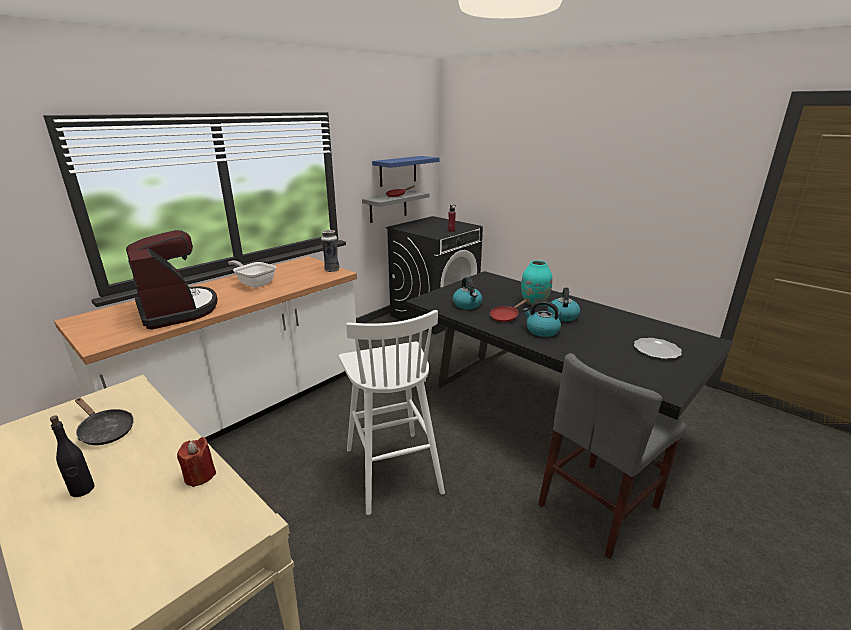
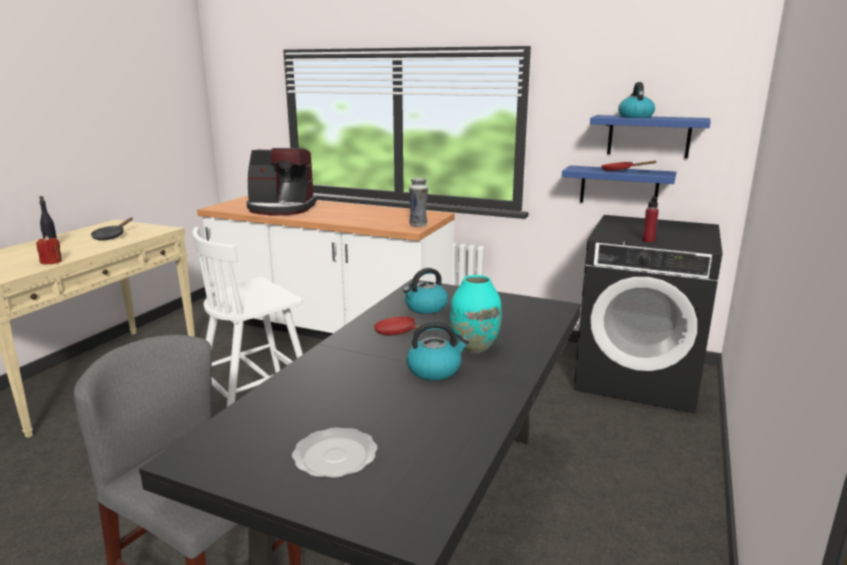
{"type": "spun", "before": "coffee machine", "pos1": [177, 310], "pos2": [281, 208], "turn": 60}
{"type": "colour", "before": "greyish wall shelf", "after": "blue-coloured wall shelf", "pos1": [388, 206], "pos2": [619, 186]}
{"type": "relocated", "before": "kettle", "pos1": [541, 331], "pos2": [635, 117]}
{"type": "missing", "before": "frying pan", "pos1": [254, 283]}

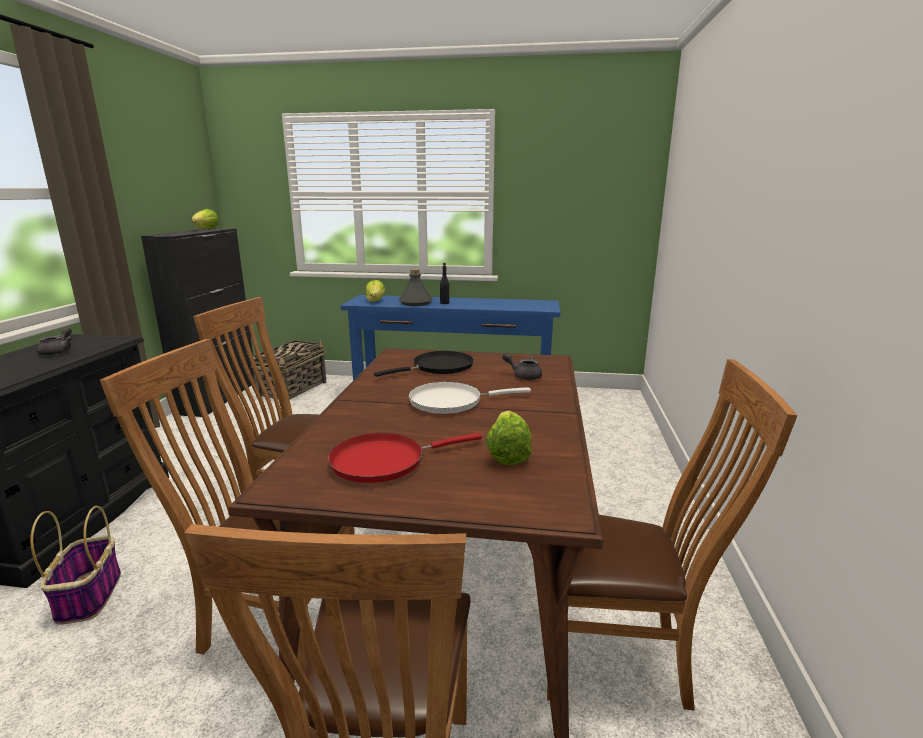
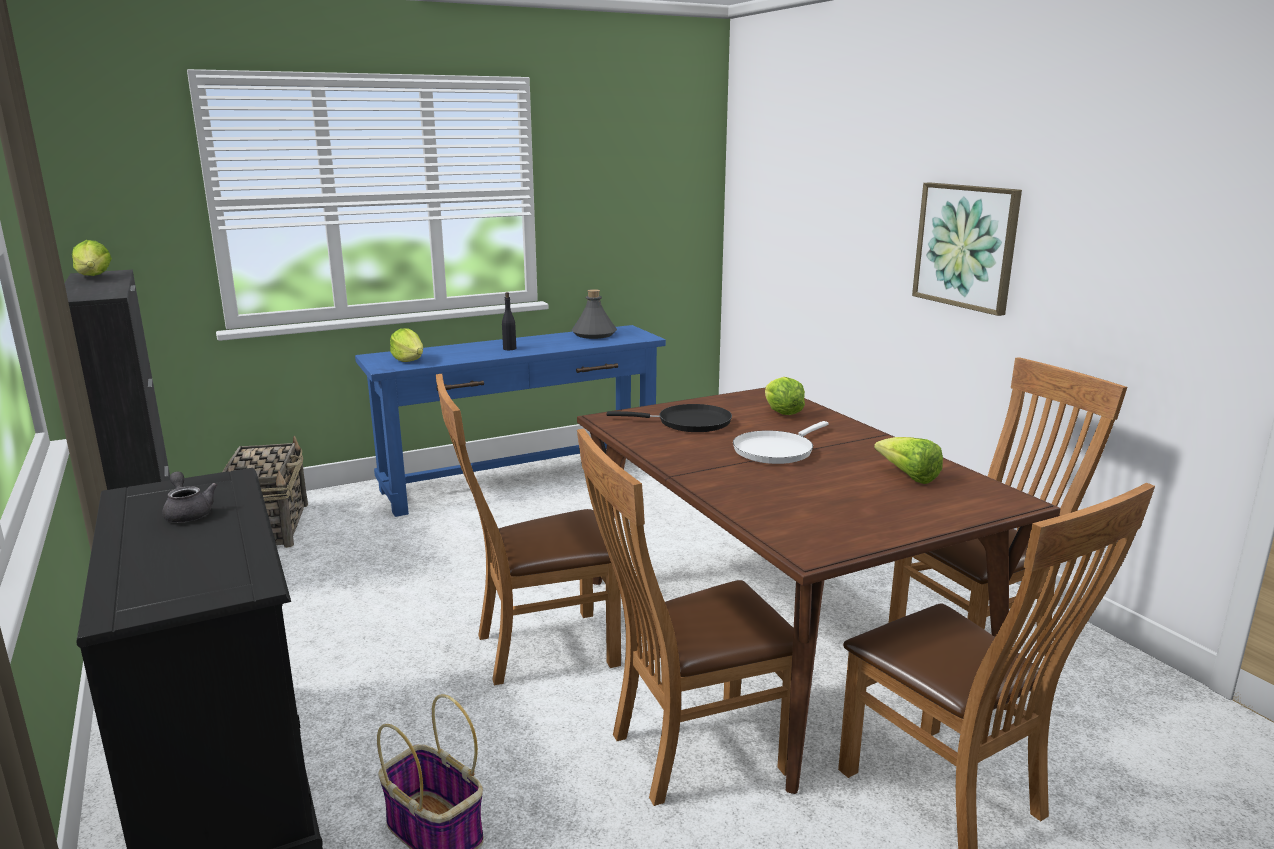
{"type": "relocated", "before": "greyish drink bottle", "pos1": [416, 303], "pos2": [594, 334]}
{"type": "spun", "before": "blackish frying pan", "pos1": [439, 367], "pos2": [688, 423], "turn": 75}
{"type": "exchanged", "before": "greyish tea pot", "after": "lettuce", "pos1": [523, 376], "pos2": [782, 413]}
{"type": "appeared", "after": "picture", "pos2": [966, 246]}
{"type": "missing", "before": "reddish frying pan", "pos1": [384, 461]}

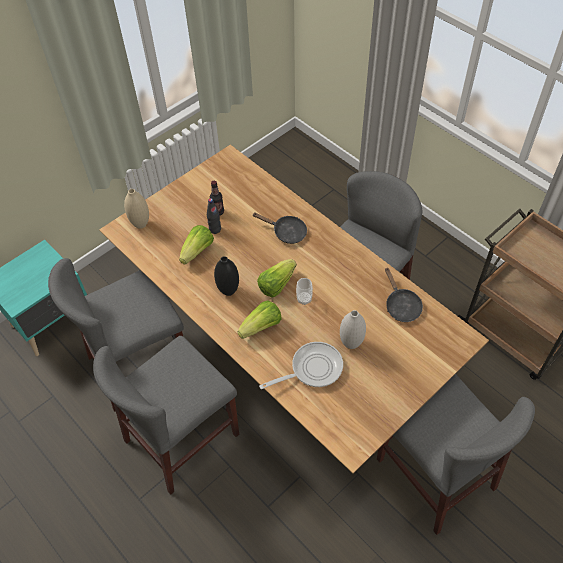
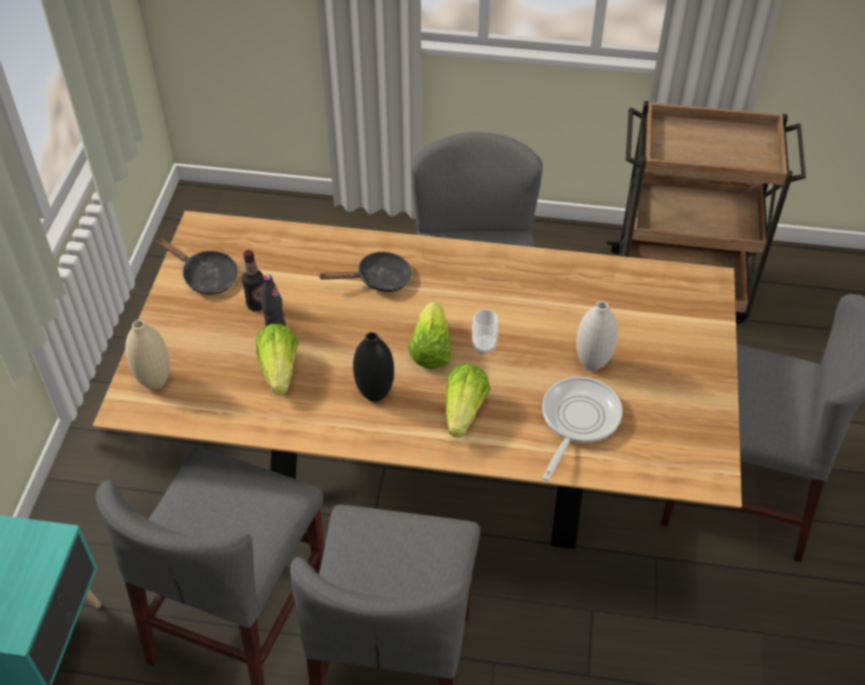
{"type": "relocated", "before": "blackish frying pan", "pos1": [401, 305], "pos2": [206, 276]}

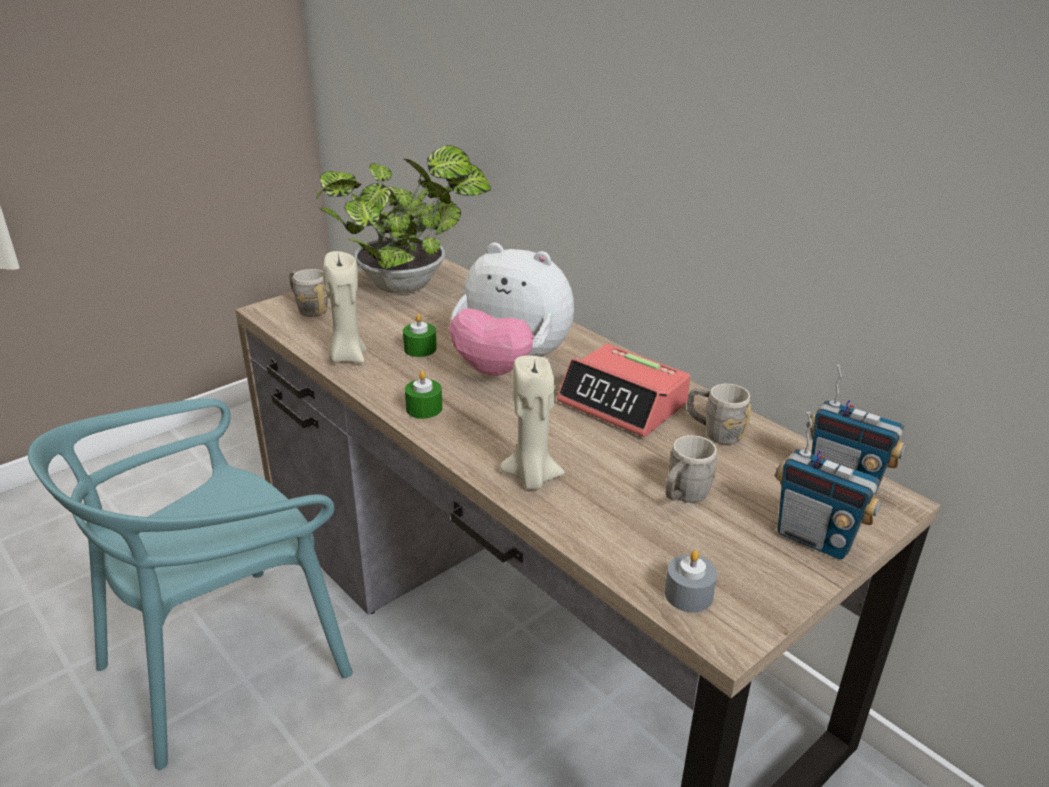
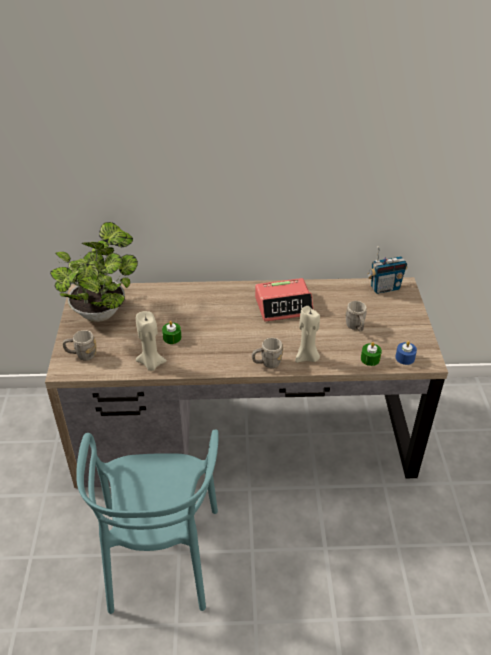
{"type": "relocated", "before": "greyish tea mug", "pos1": [714, 432], "pos2": [267, 363]}
{"type": "relocated", "before": "greenish wax candle", "pos1": [424, 408], "pos2": [370, 359]}
{"type": "colour", "before": "greyish wax candle", "after": "blue-coloured wax candle", "pos1": [688, 594], "pos2": [405, 358]}
{"type": "missing", "before": "soft toy", "pos1": [509, 366]}
{"type": "missing", "before": "radio", "pos1": [815, 538]}

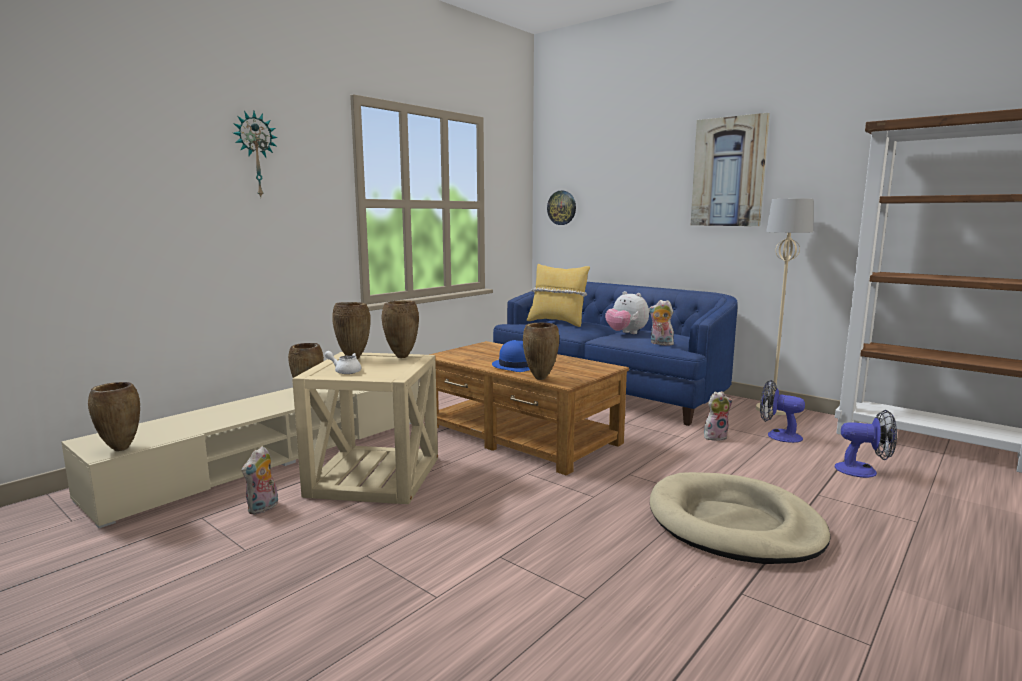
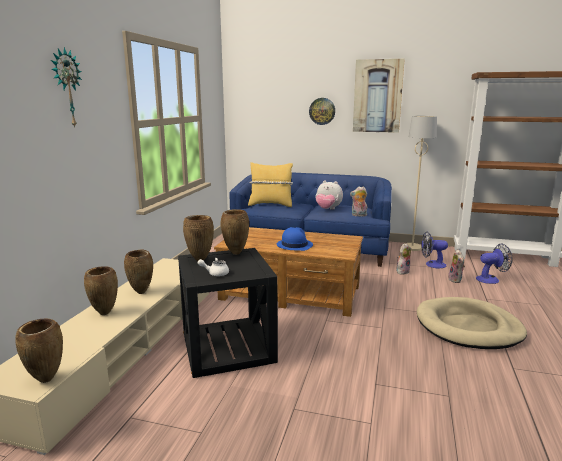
{"type": "relocated", "before": "brown flower vase", "pos1": [540, 379], "pos2": [104, 314]}
{"type": "colour", "before": "sand-coloured accent table", "after": "blackish accent table", "pos1": [374, 477], "pos2": [227, 347]}
{"type": "relocated", "before": "clock on the wall", "pos1": [562, 207], "pos2": [322, 111]}
{"type": "relocated", "before": "soft toy", "pos1": [263, 508], "pos2": [456, 280]}

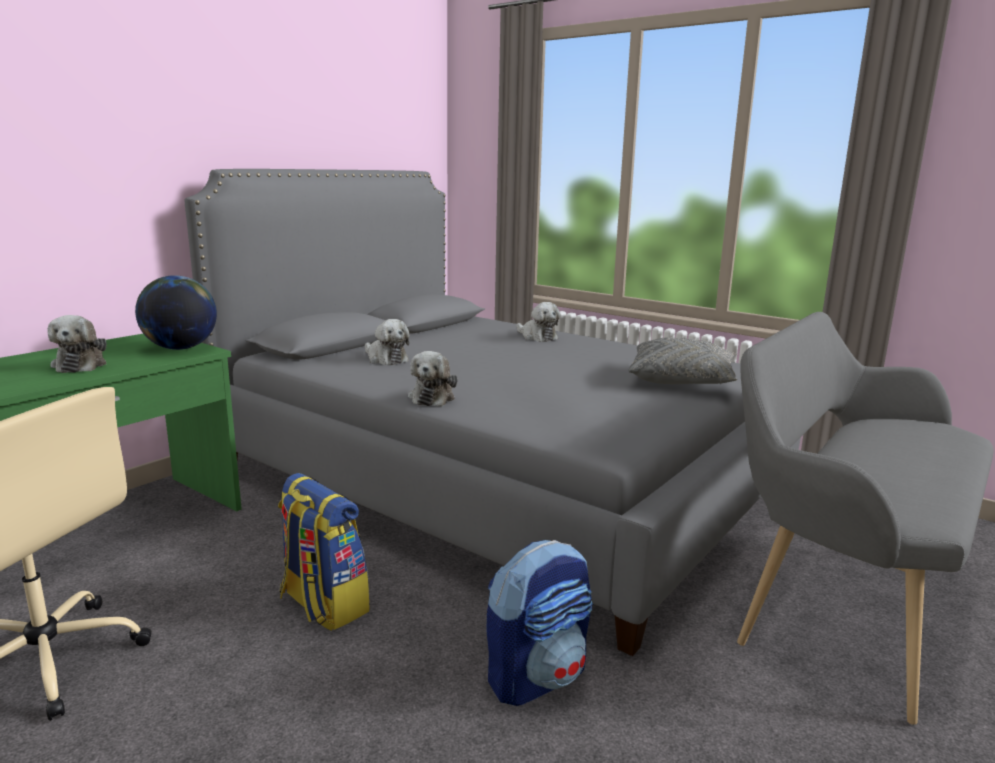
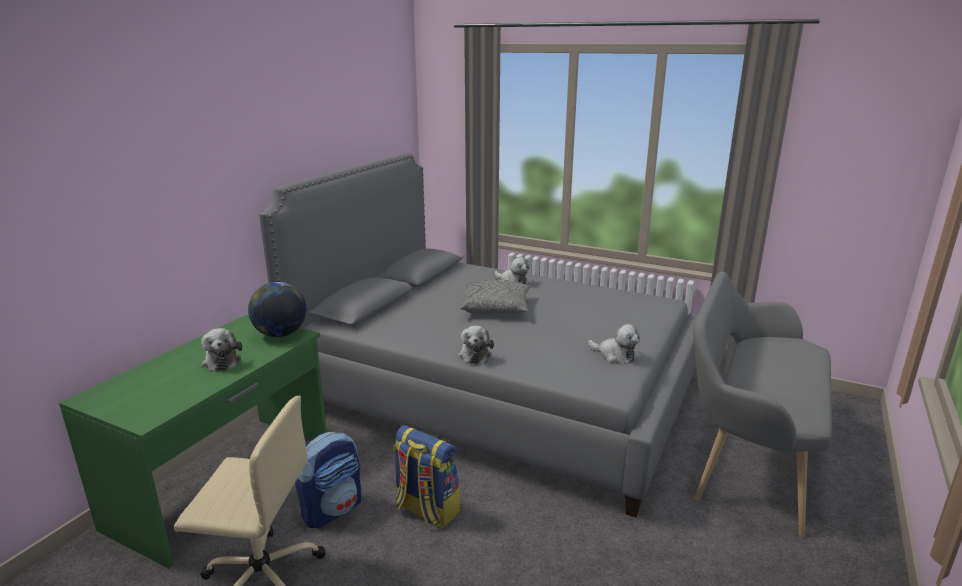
{"type": "relocated", "before": "rucksack", "pos1": [537, 676], "pos2": [333, 509]}
{"type": "relocated", "before": "greyish cushion", "pos1": [681, 381], "pos2": [496, 308]}
{"type": "relocated", "before": "soft toy", "pos1": [385, 359], "pos2": [615, 355]}

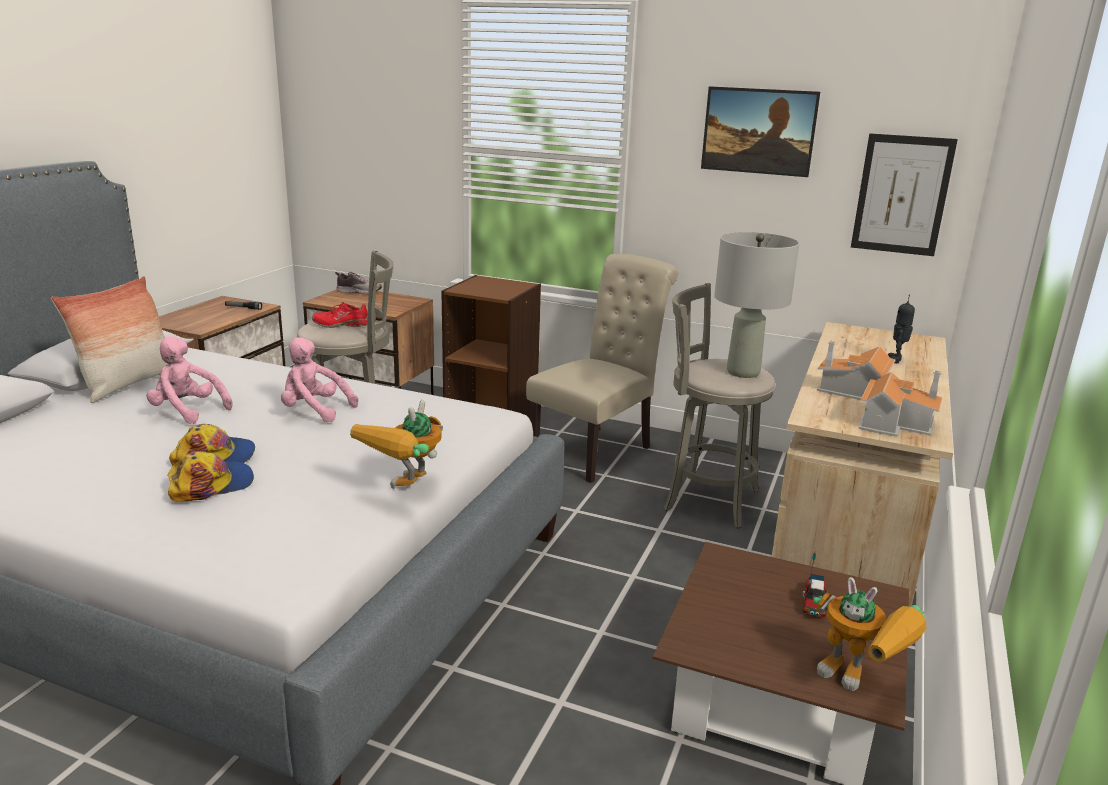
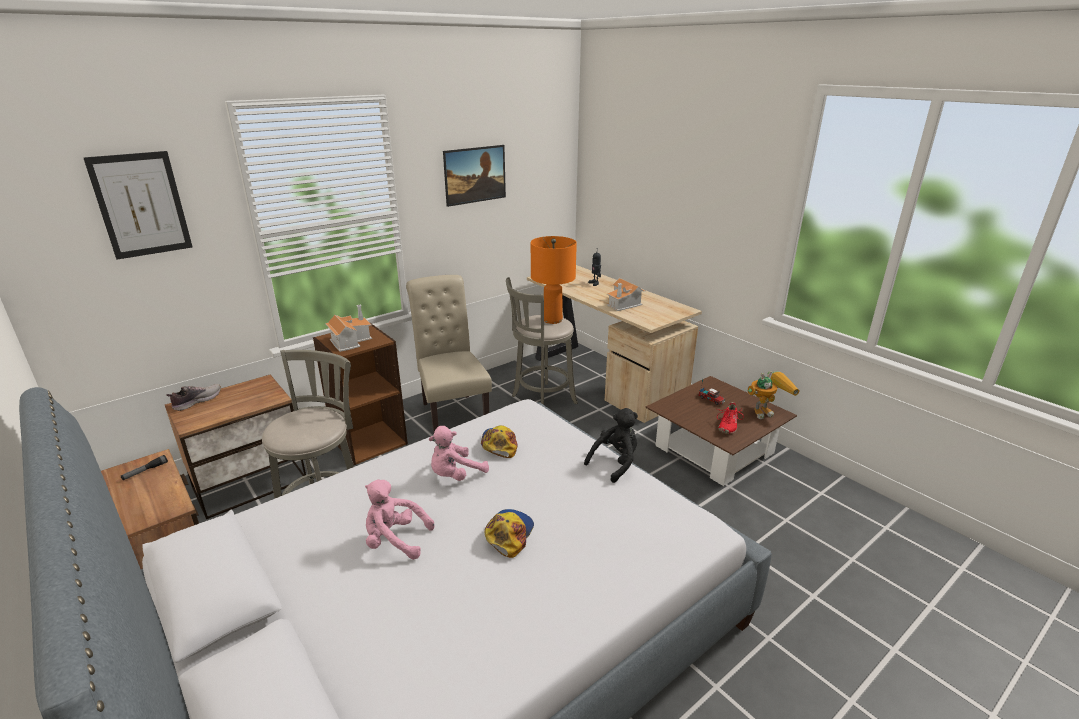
{"type": "relocated", "before": "picture", "pos1": [902, 195], "pos2": [141, 205]}
{"type": "relocated", "before": "model house", "pos1": [894, 423], "pos2": [350, 340]}
{"type": "spun", "before": "pinkish soft toy", "pos1": [187, 411], "pos2": [395, 540], "turn": 45}
{"type": "relocated", "before": "peaked cap", "pos1": [211, 484], "pos2": [499, 444]}
{"type": "colour", "before": "greyish tabletop lamp", "after": "orangey tabletop lamp", "pos1": [742, 372], "pos2": [552, 320]}
{"type": "exchanged", "before": "robot figure", "after": "blackish soft toy", "pos1": [407, 491], "pos2": [615, 463]}
{"type": "relocated", "before": "reddish low shoe", "pos1": [341, 325], "pos2": [727, 425]}
{"type": "missing", "before": "cushion", "pos1": [129, 384]}

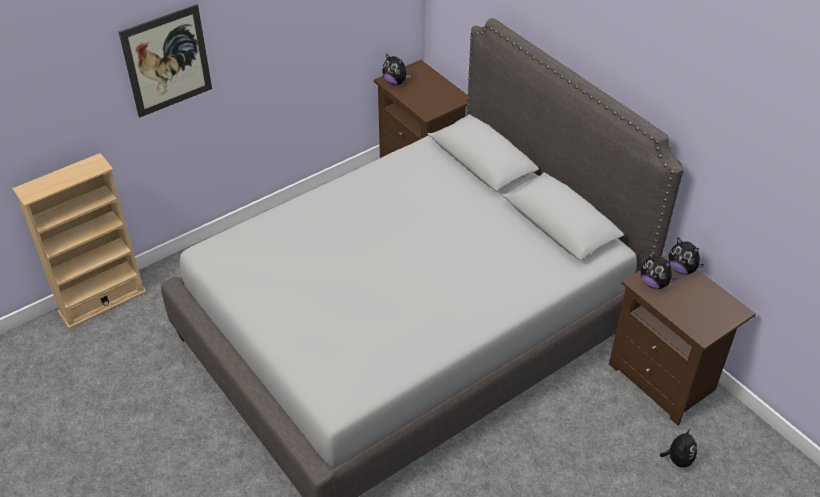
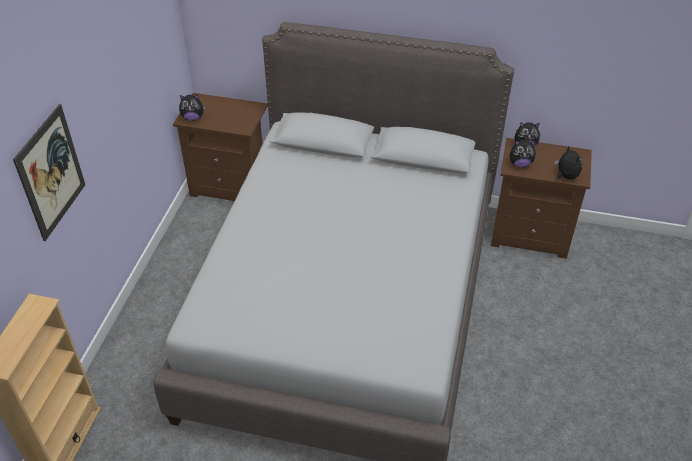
{"type": "relocated", "before": "soft toy", "pos1": [678, 459], "pos2": [565, 176]}

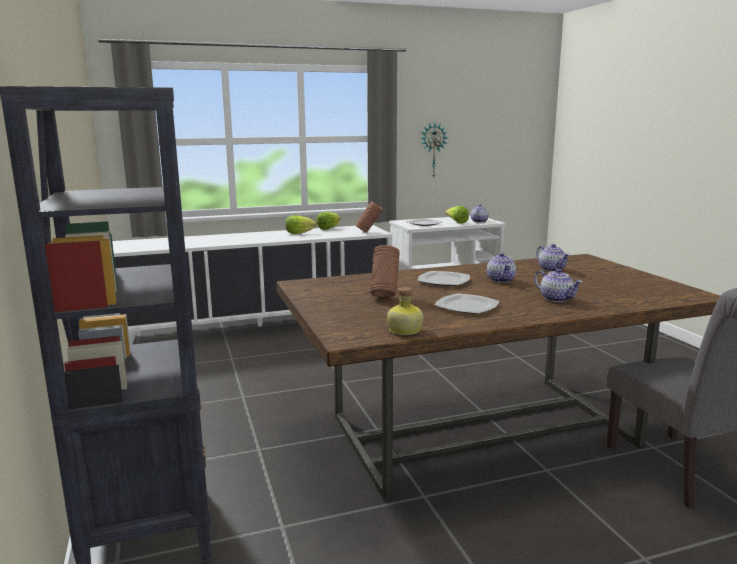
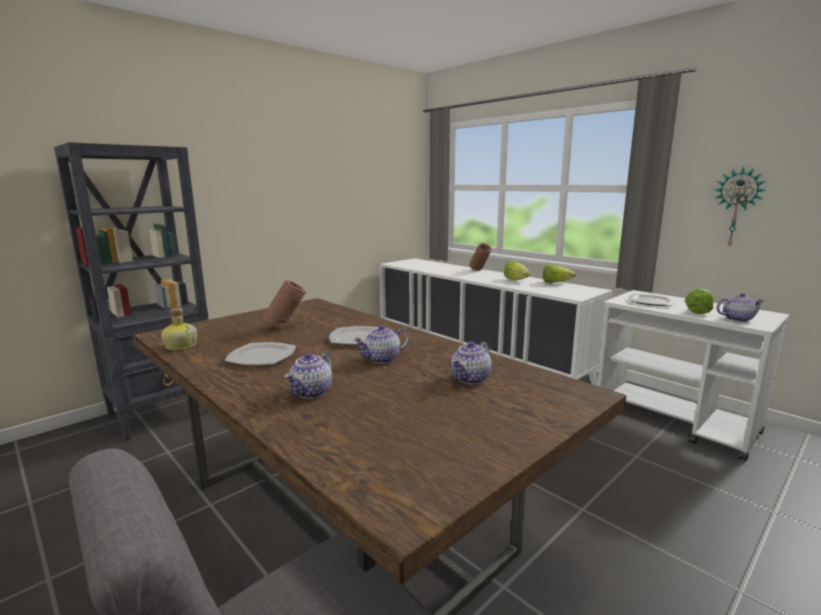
{"type": "relocated", "before": "brown flower vase", "pos1": [369, 232], "pos2": [479, 271]}

